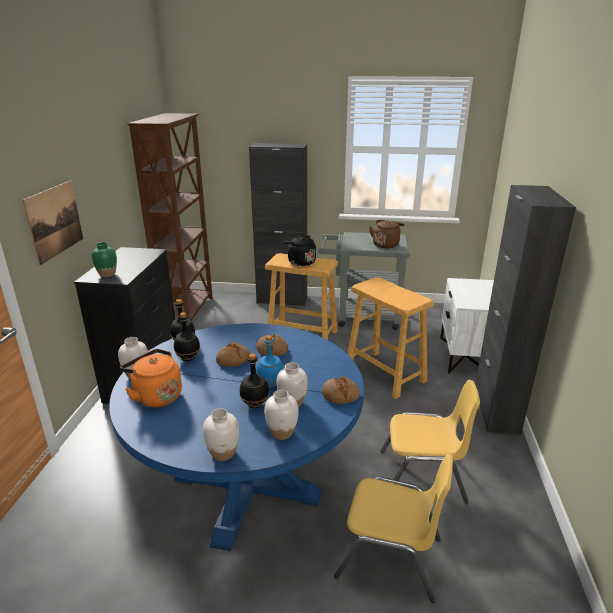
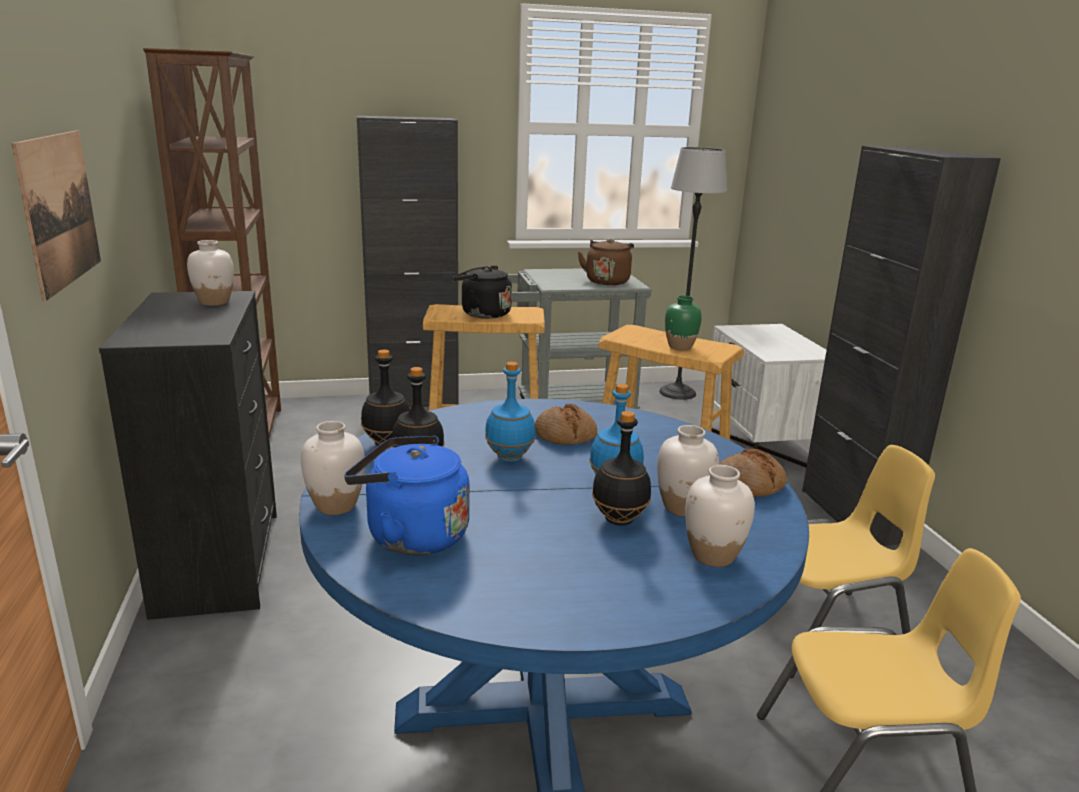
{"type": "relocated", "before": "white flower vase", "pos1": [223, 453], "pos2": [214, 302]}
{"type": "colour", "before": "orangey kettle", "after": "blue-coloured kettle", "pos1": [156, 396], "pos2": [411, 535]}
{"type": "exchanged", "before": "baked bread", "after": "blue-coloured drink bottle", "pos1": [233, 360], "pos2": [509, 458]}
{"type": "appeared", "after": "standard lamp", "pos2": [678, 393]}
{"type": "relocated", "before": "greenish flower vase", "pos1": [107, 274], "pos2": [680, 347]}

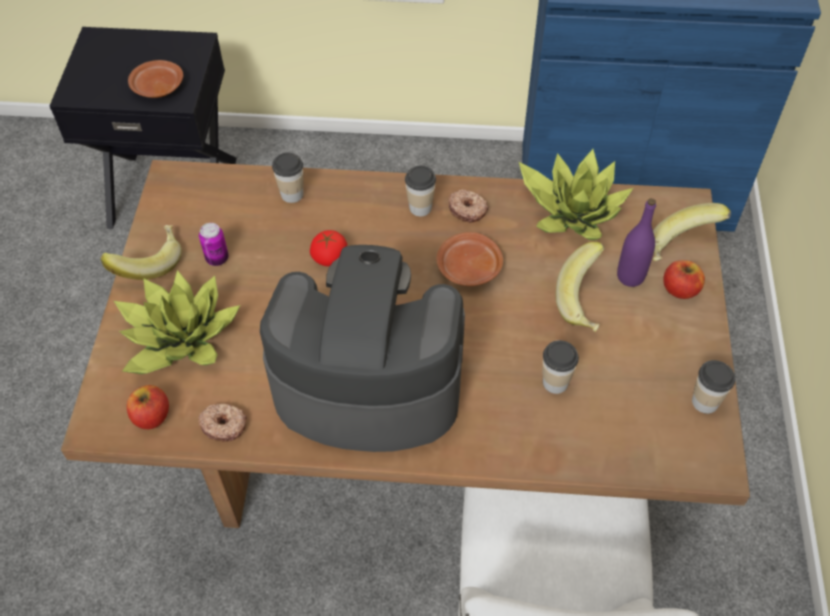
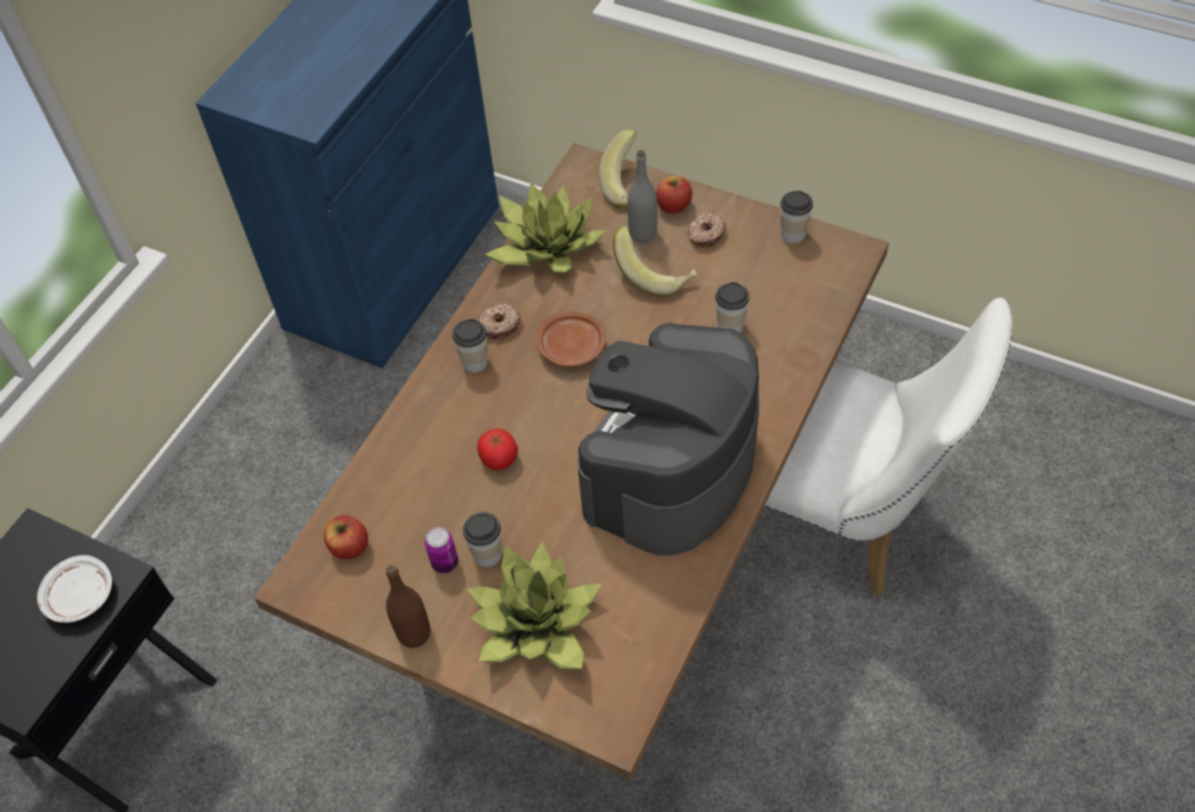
{"type": "colour", "before": "brown plate", "after": "white plate", "pos1": [157, 87], "pos2": [80, 596]}
{"type": "relocated", "before": "apple", "pos1": [151, 416], "pos2": [349, 547]}
{"type": "exchanged", "before": "banana", "after": "brown drink bottle", "pos1": [148, 262], "pos2": [414, 633]}
{"type": "relocated", "before": "small cup", "pos1": [292, 194], "pos2": [487, 555]}
{"type": "colour", "before": "purplish drink bottle", "after": "greyish drink bottle", "pos1": [630, 276], "pos2": [643, 233]}
{"type": "relocated", "before": "doughnut", "pos1": [224, 425], "pos2": [705, 234]}

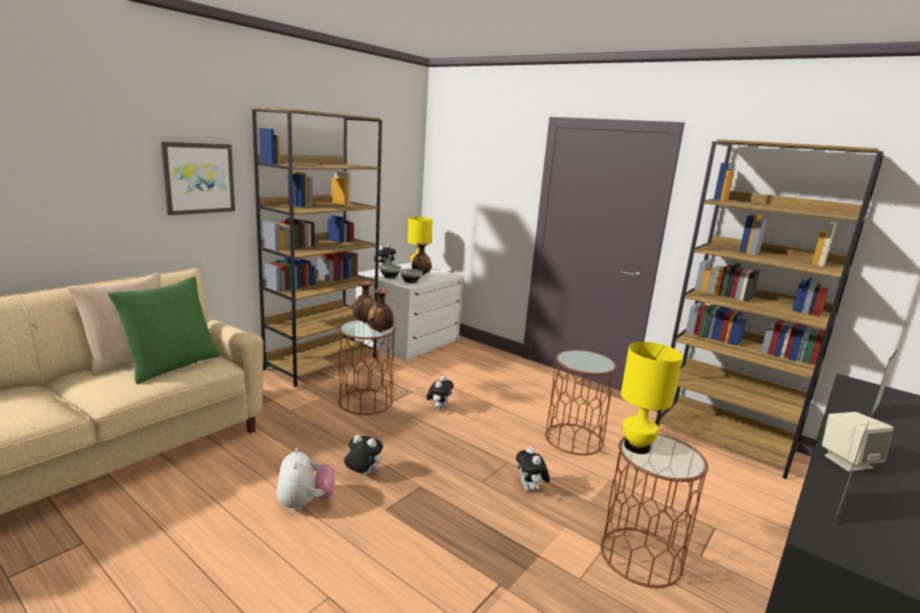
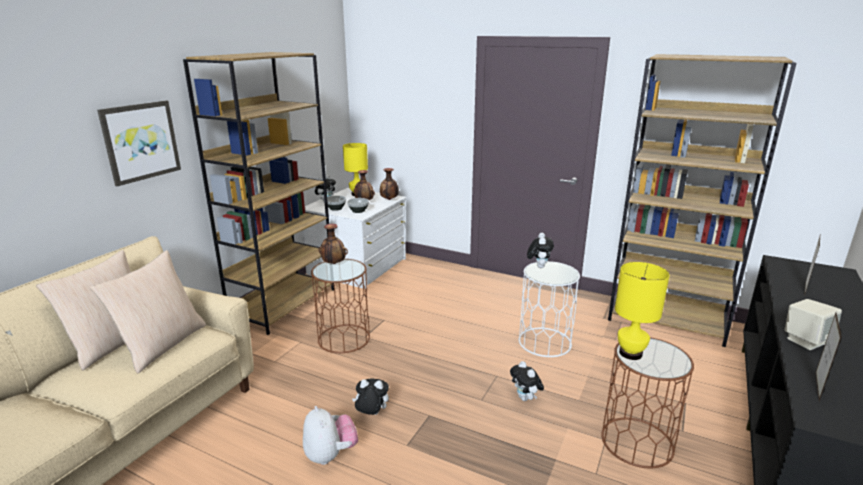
{"type": "colour", "before": "greenish cushion", "after": "sand-coloured cushion", "pos1": [172, 365], "pos2": [162, 345]}
{"type": "relocated", "before": "flower vase", "pos1": [380, 332], "pos2": [389, 199]}
{"type": "colour", "before": "brown accent table", "after": "white accent table", "pos1": [573, 439], "pos2": [544, 342]}
{"type": "relocated", "before": "soft toy", "pos1": [439, 408], "pos2": [538, 266]}

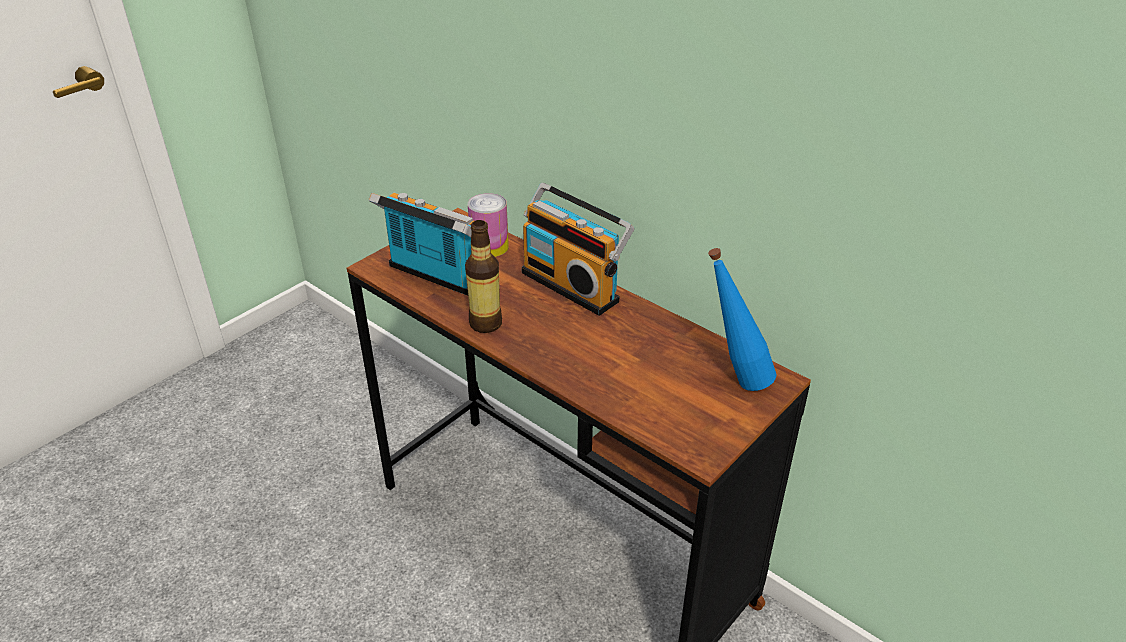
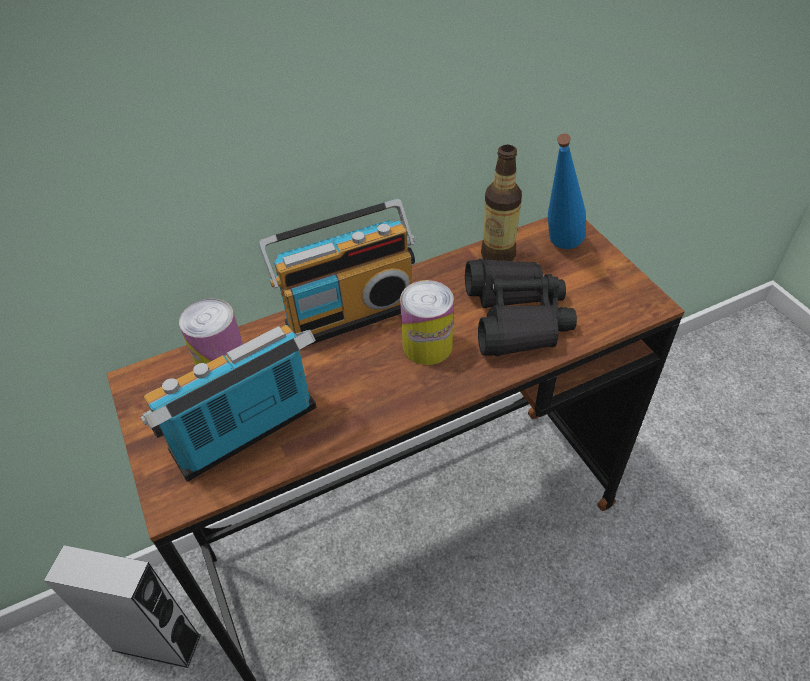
{"type": "appeared", "after": "greyish loudspeaker", "pos2": [156, 642]}
{"type": "appeared", "after": "can", "pos2": [427, 345]}
{"type": "appeared", "after": "blackish pair of binoculars", "pos2": [516, 317]}
{"type": "relocated", "before": "drink bottle", "pos1": [485, 324], "pos2": [498, 255]}

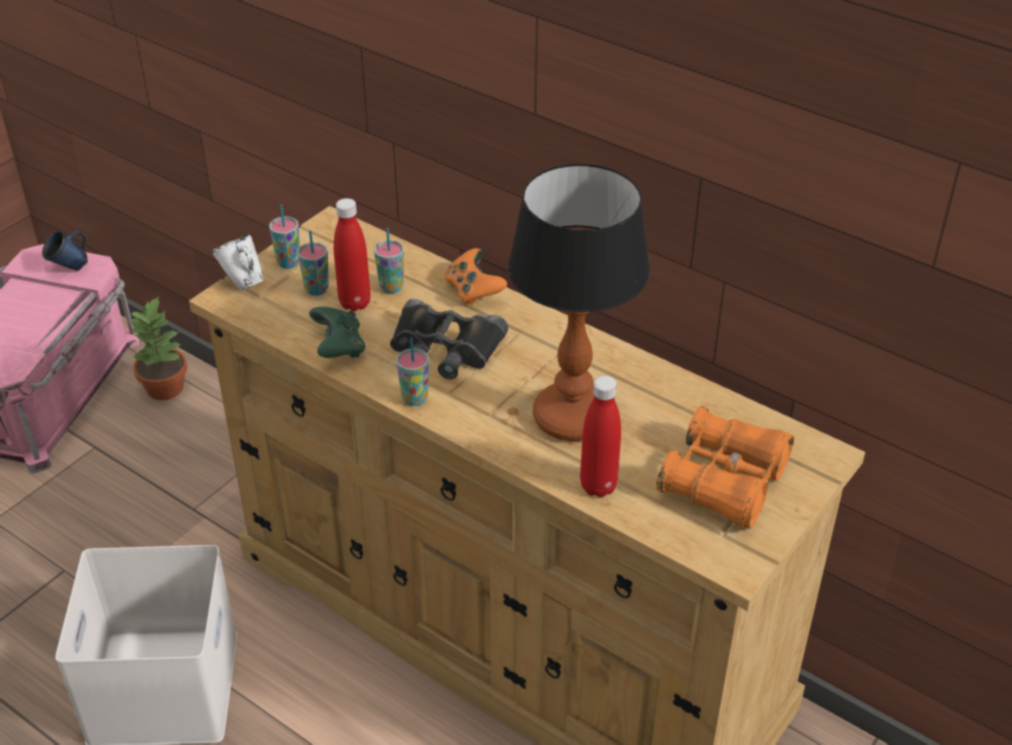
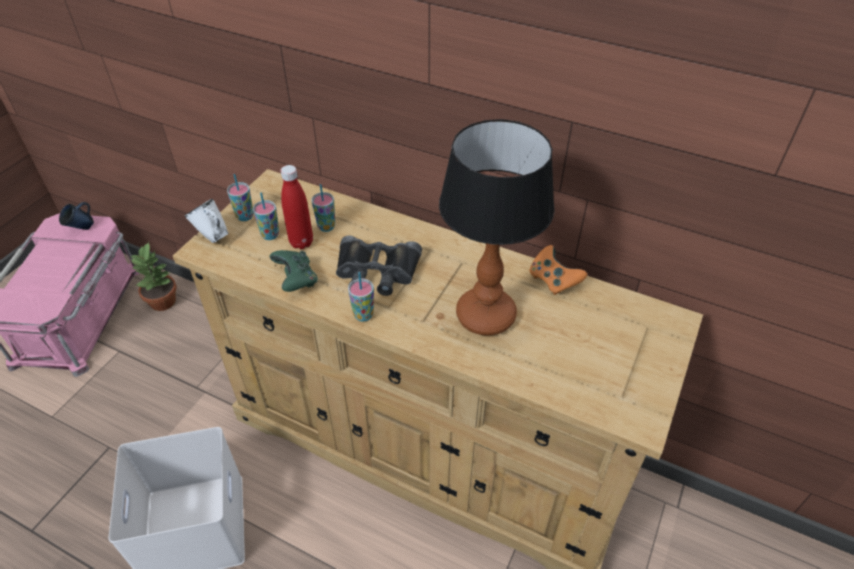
{"type": "relocated", "before": "orangey joypad", "pos1": [473, 291], "pos2": [553, 280]}
{"type": "missing", "before": "reddish drink bottle", "pos1": [598, 486]}
{"type": "missing", "before": "orangey pair of binoculars", "pos1": [724, 482]}

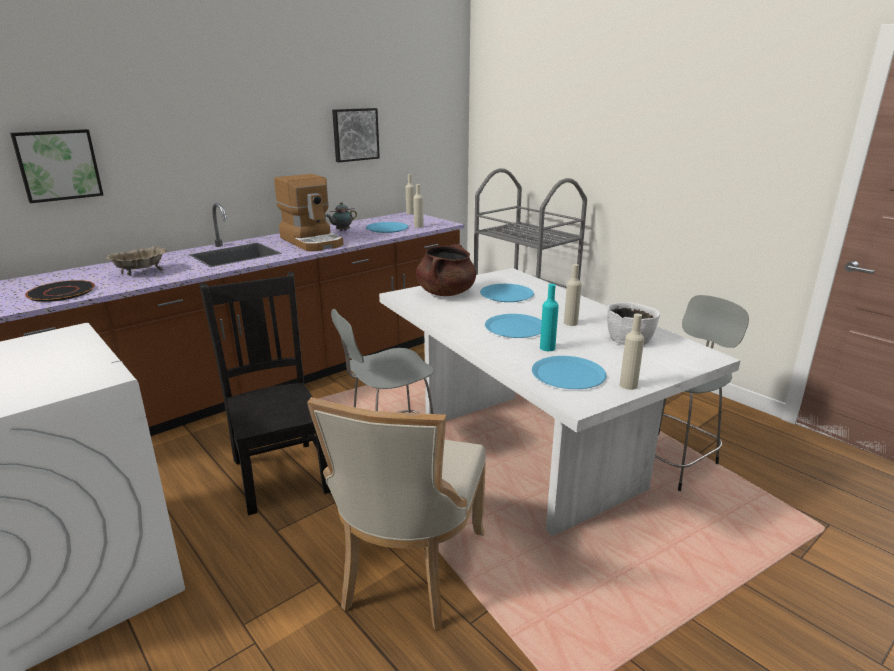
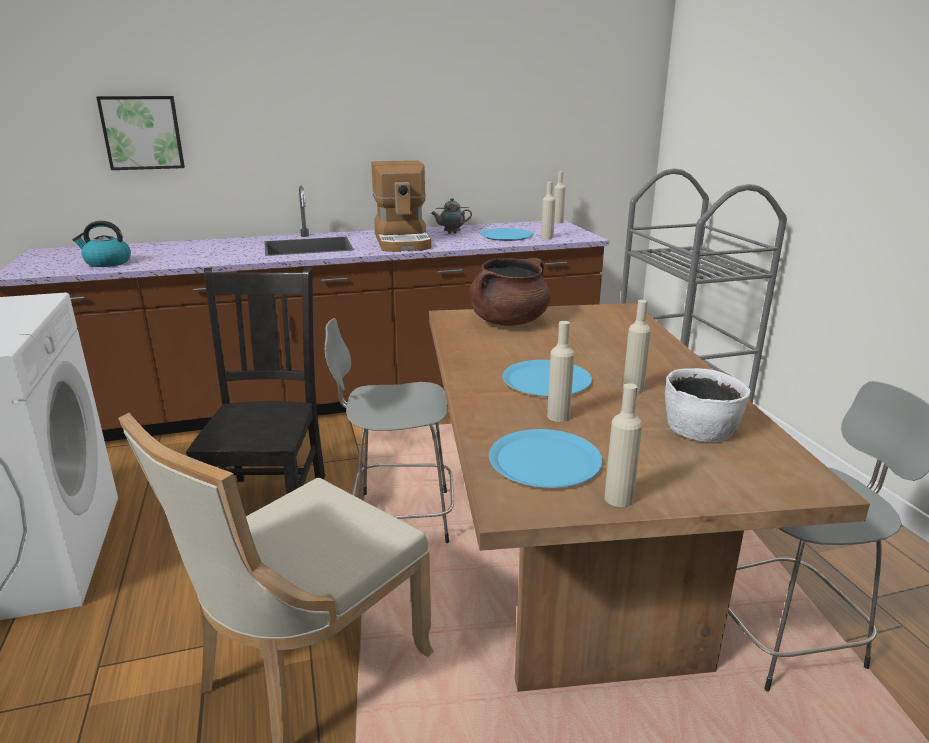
{"type": "exchanged", "before": "blackish plate", "after": "kettle", "pos1": [61, 292], "pos2": [107, 263]}
{"type": "colour", "before": "white dining table", "after": "brown dining table", "pos1": [526, 453], "pos2": [568, 562]}
{"type": "colour", "before": "turquoise drink bottle", "after": "sand-coloured drink bottle", "pos1": [547, 348], "pos2": [558, 416]}
{"type": "missing", "before": "sand-coloured deep dish", "pos1": [141, 273]}
{"type": "missing", "before": "picture", "pos1": [355, 134]}
{"type": "missing", "before": "blue-coloured plate", "pos1": [506, 294]}

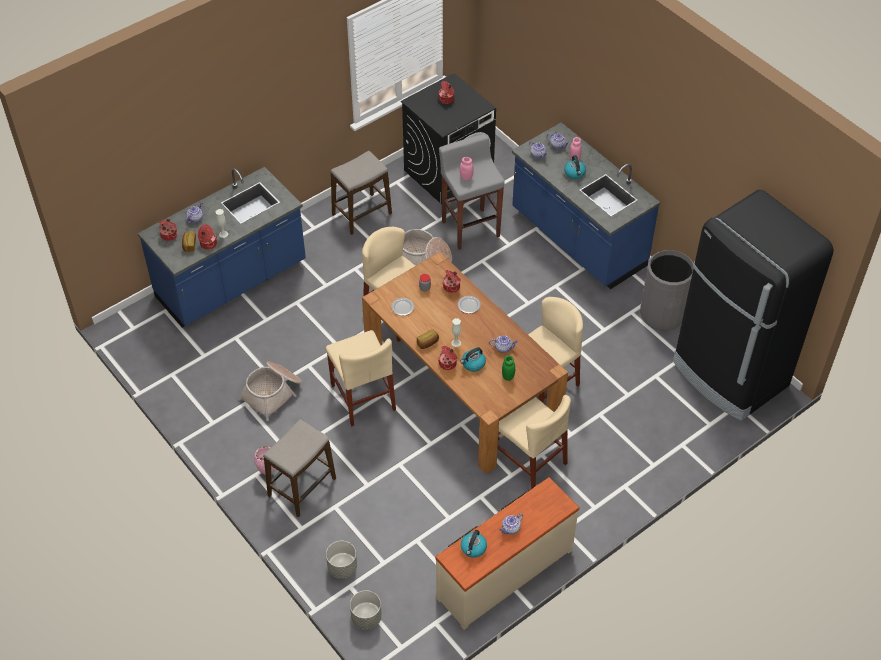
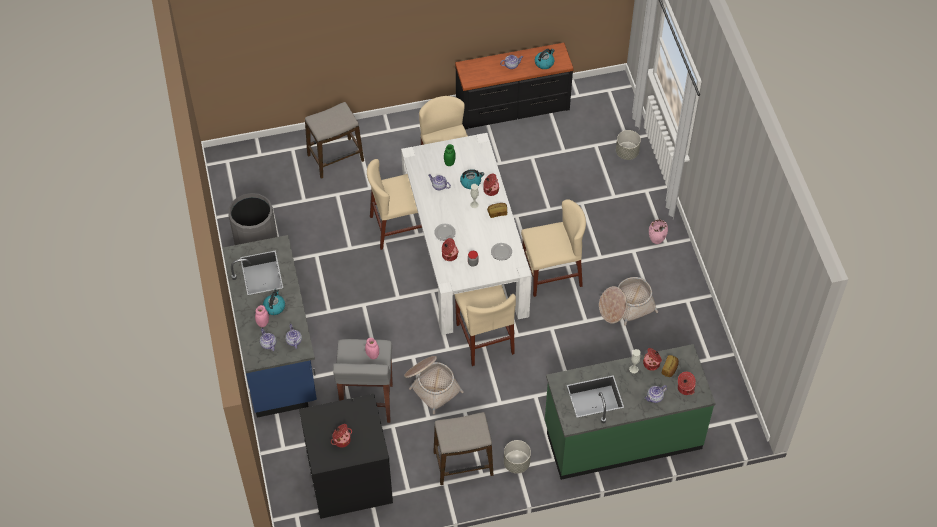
{"type": "relocated", "before": "stool seat", "pos1": [302, 487], "pos2": [335, 158]}
{"type": "colour", "before": "brown dining table", "after": "white dining table", "pos1": [461, 385], "pos2": [464, 253]}
{"type": "colour", "before": "sand-coloured chest of drawers", "after": "blackish chest of drawers", "pos1": [503, 572], "pos2": [513, 108]}
{"type": "relocated", "before": "greyish plant pot", "pos1": [366, 618], "pos2": [516, 463]}
{"type": "spun", "before": "sand-coloured plain chair", "pos1": [363, 397], "pos2": [552, 274], "turn": 75}
{"type": "colour", "before": "blue-coloured counter", "after": "greenish counter", "pos1": [232, 281], "pos2": [622, 435]}
{"type": "missing", "before": "blackish kitchen fridge", "pos1": [729, 375]}

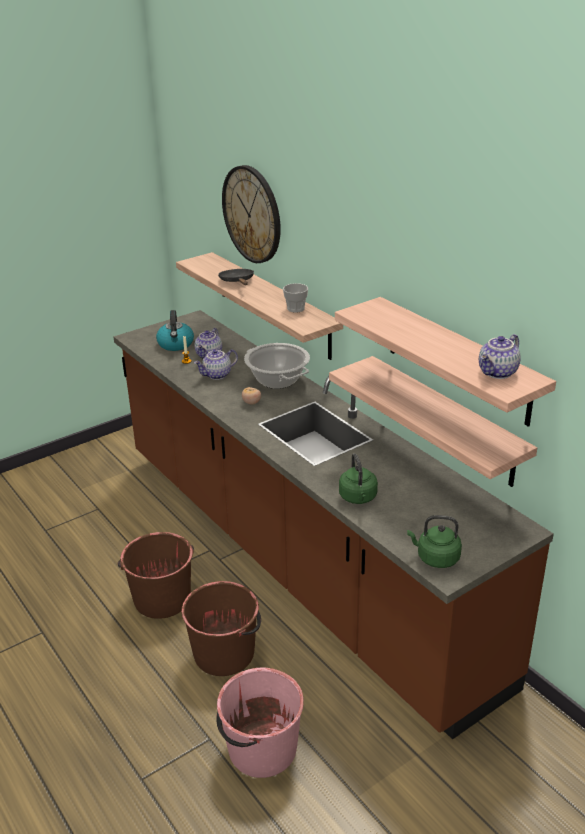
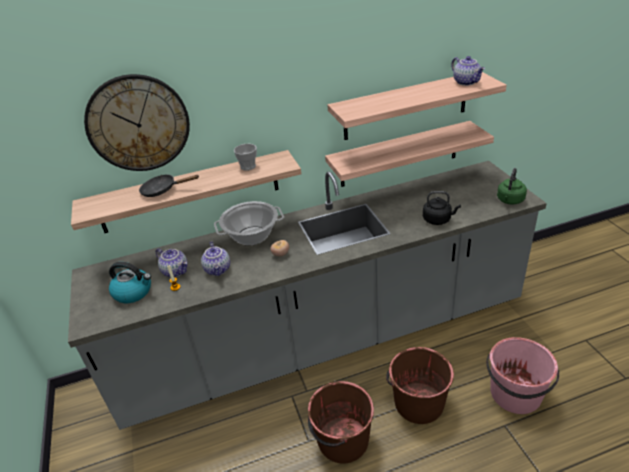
{"type": "colour", "before": "brown counter", "after": "greyish counter", "pos1": [295, 558], "pos2": [325, 341]}
{"type": "colour", "before": "greenish kettle", "after": "blackish kettle", "pos1": [358, 498], "pos2": [438, 219]}

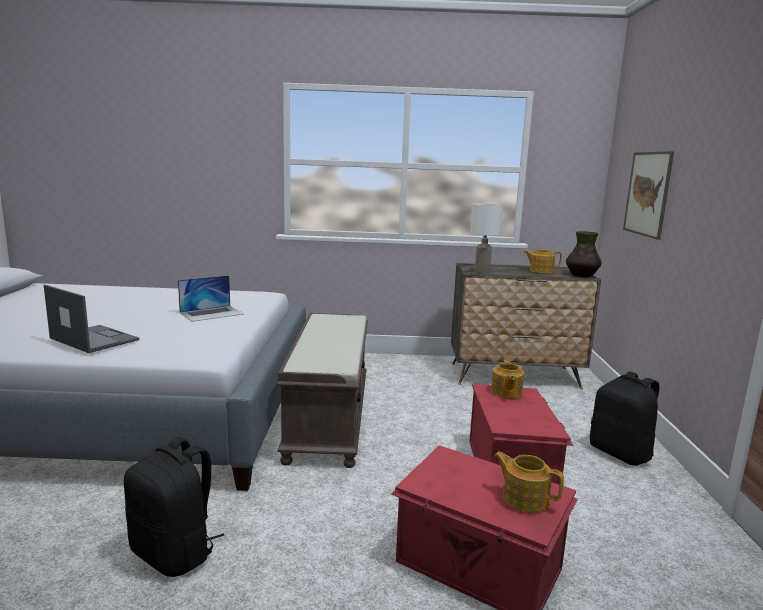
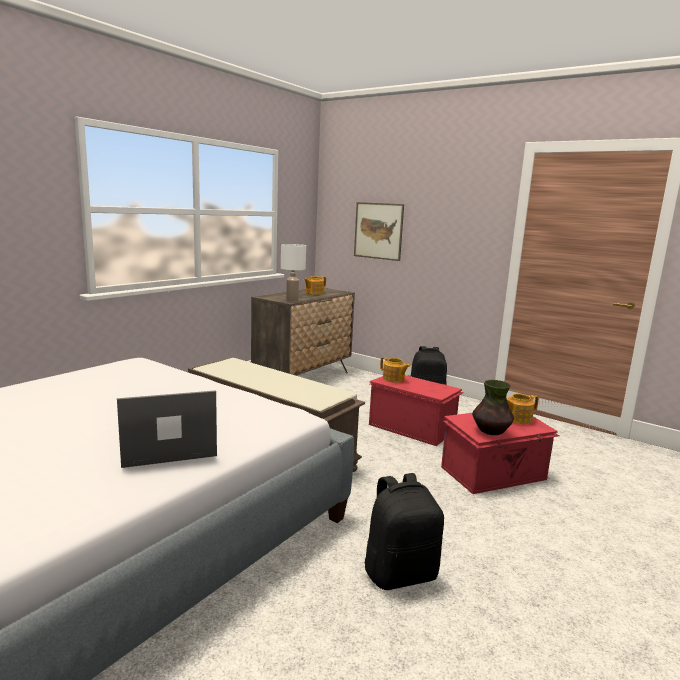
{"type": "relocated", "before": "flower vase", "pos1": [581, 276], "pos2": [491, 431]}
{"type": "missing", "before": "notebook computer", "pos1": [212, 313]}

